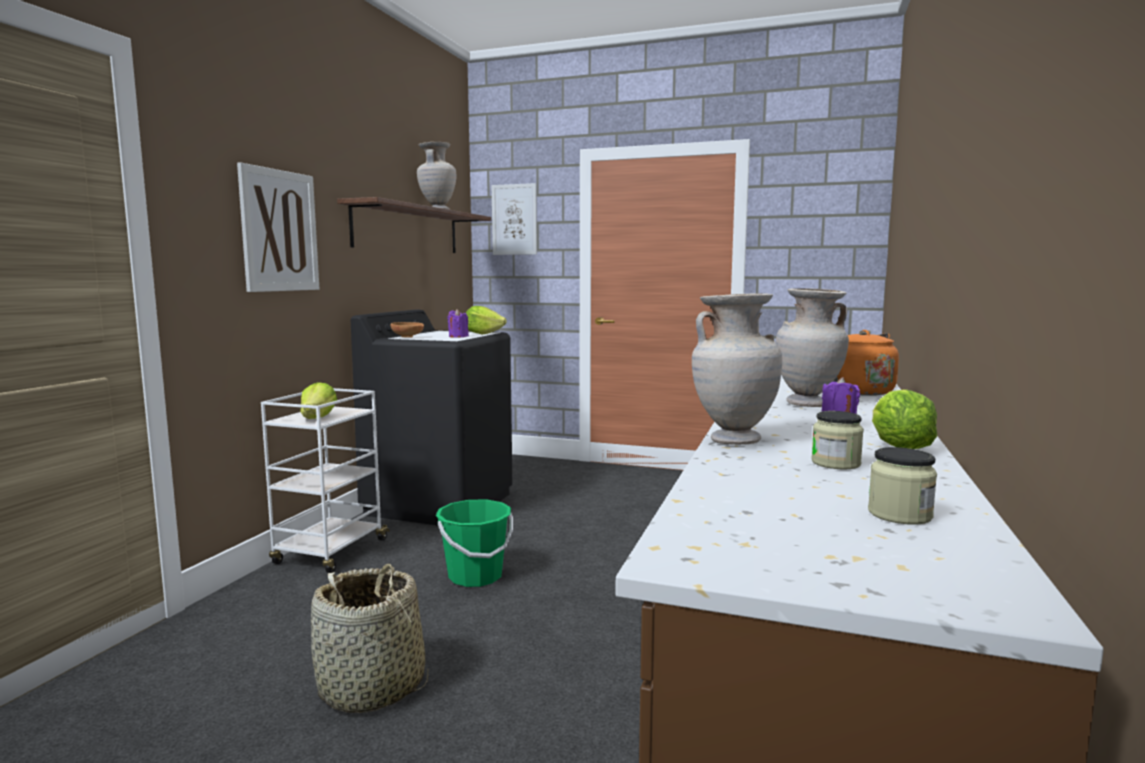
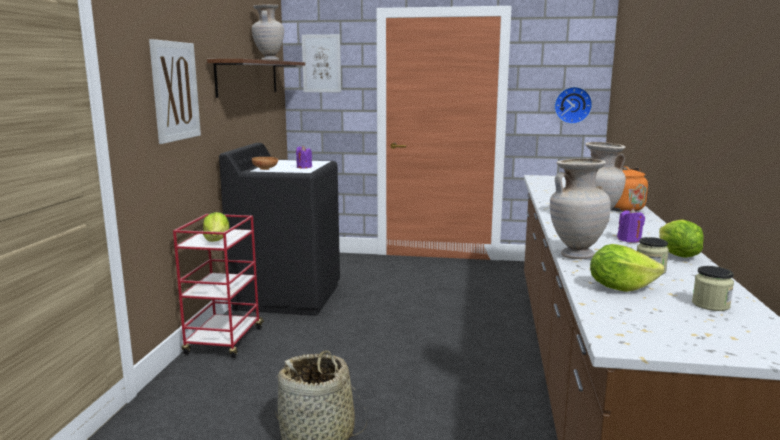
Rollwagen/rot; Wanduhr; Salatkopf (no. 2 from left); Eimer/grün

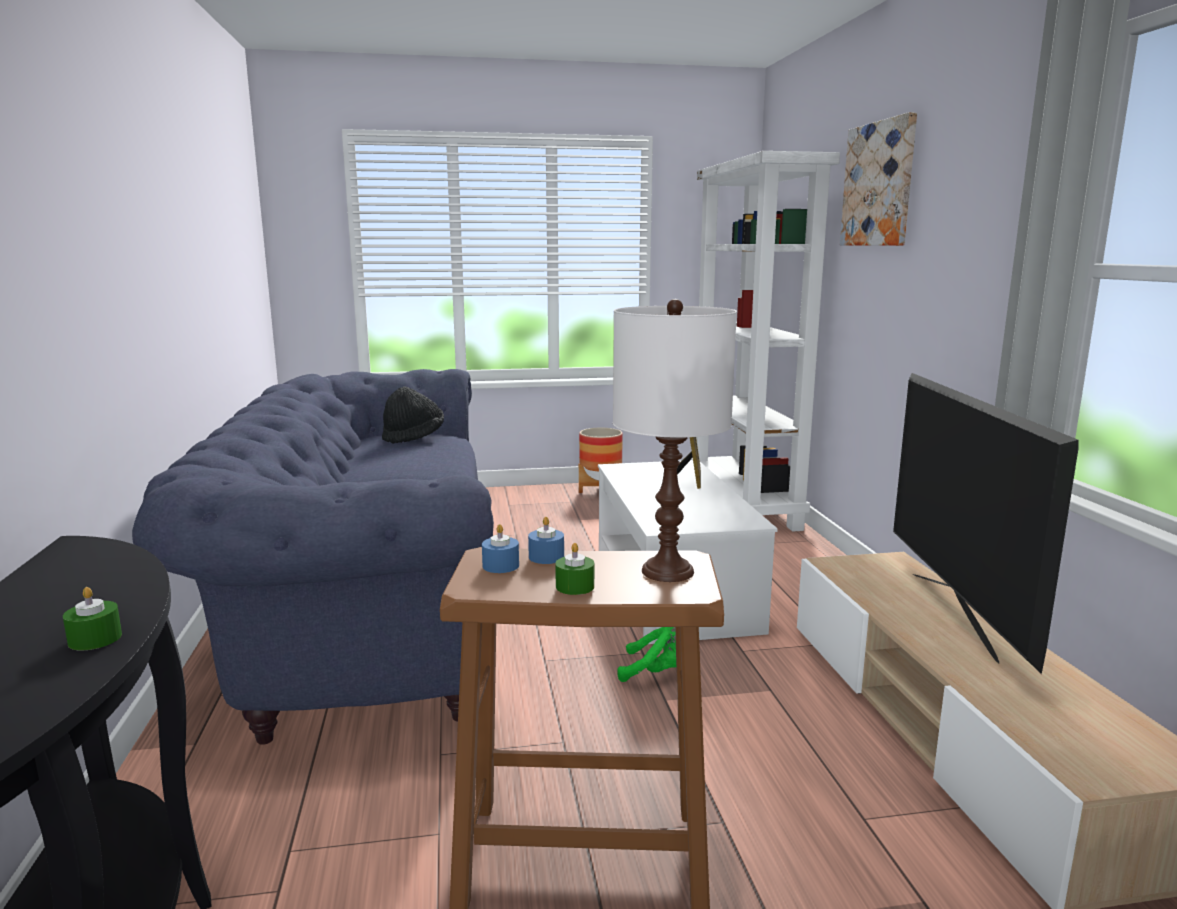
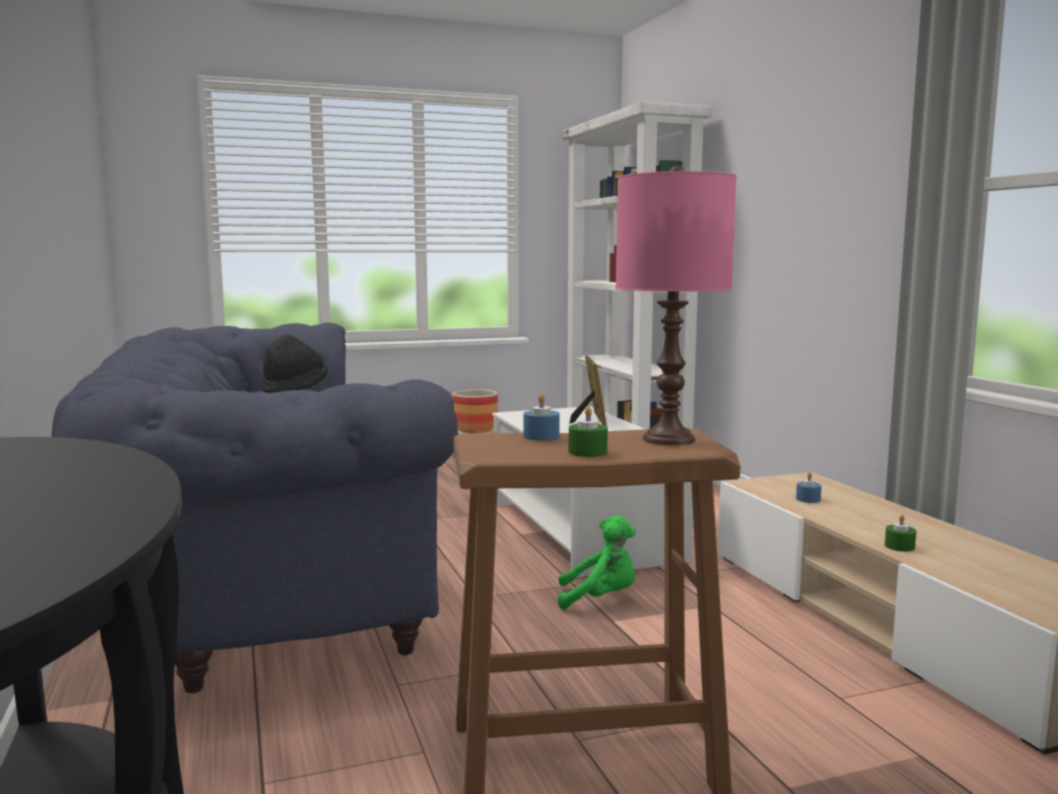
Tischlampe/rosa; Kerze/blau (no. 2 from left); Kerze/grün (no. 2 from left); Bild; Fernseher

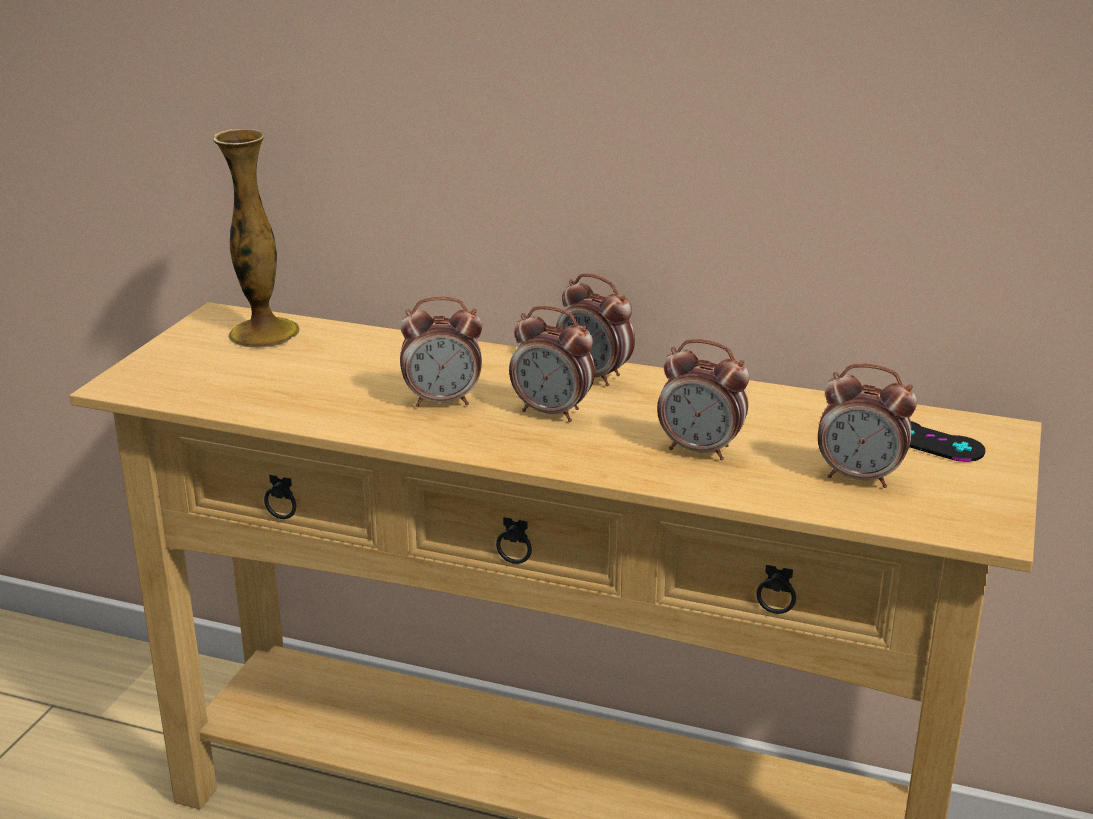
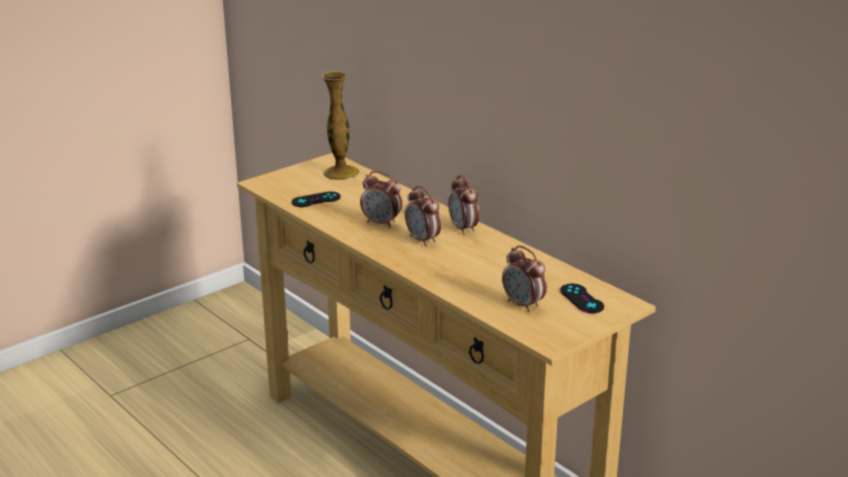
Gamepad/schwarz (no. 1 from left); Wecker (no. 4 from left in the first image)

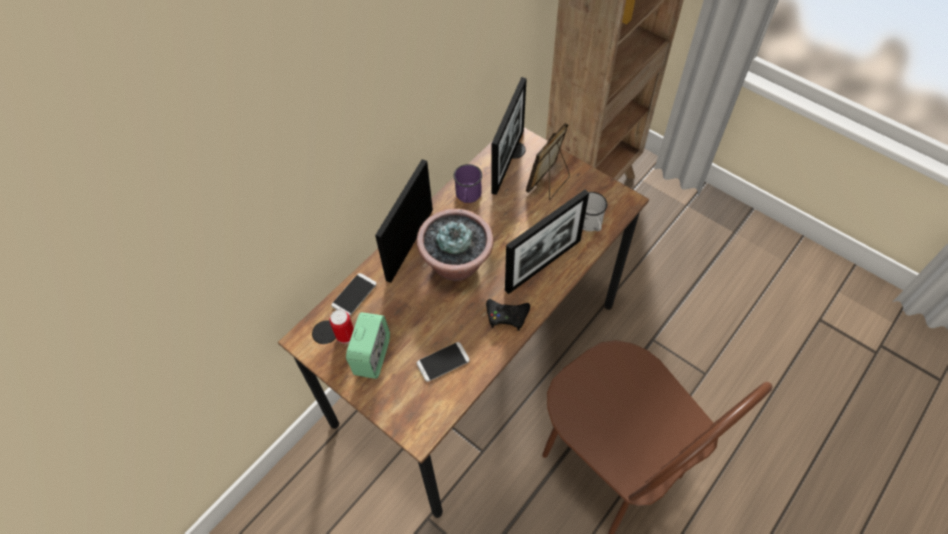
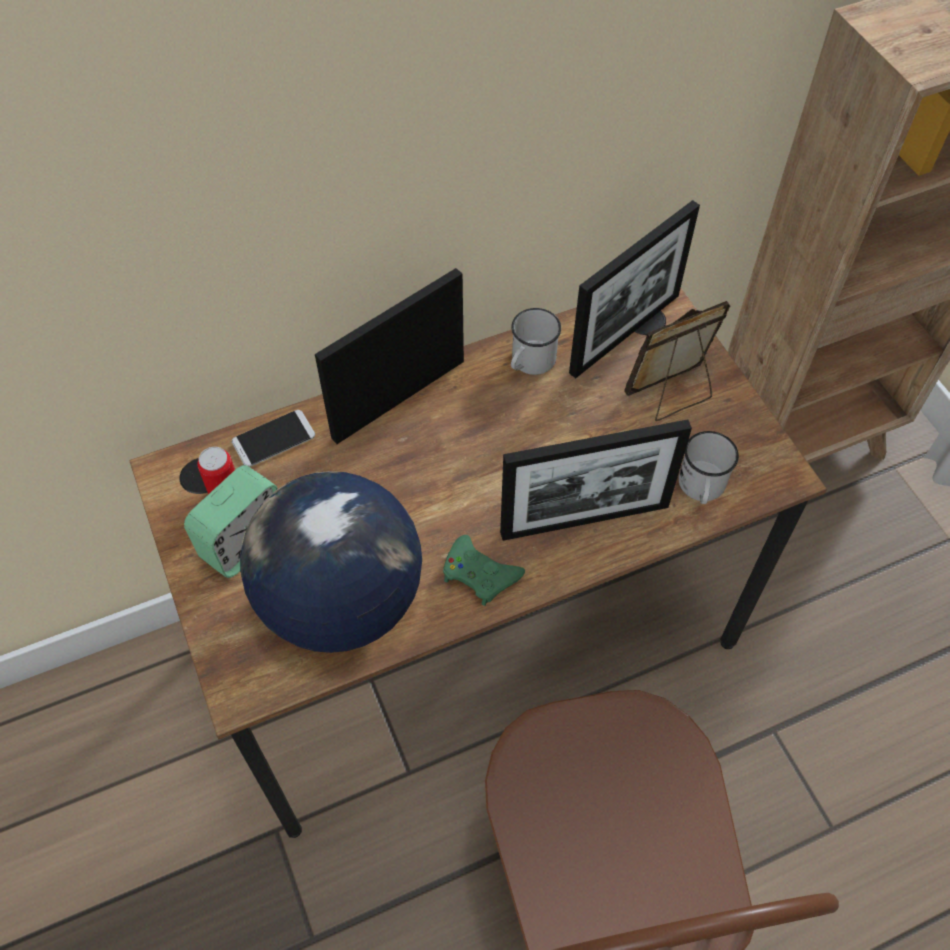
Globus; Gamepad/grün; Henkelbecher/weiß (no. 1 from left); Topfpflanze

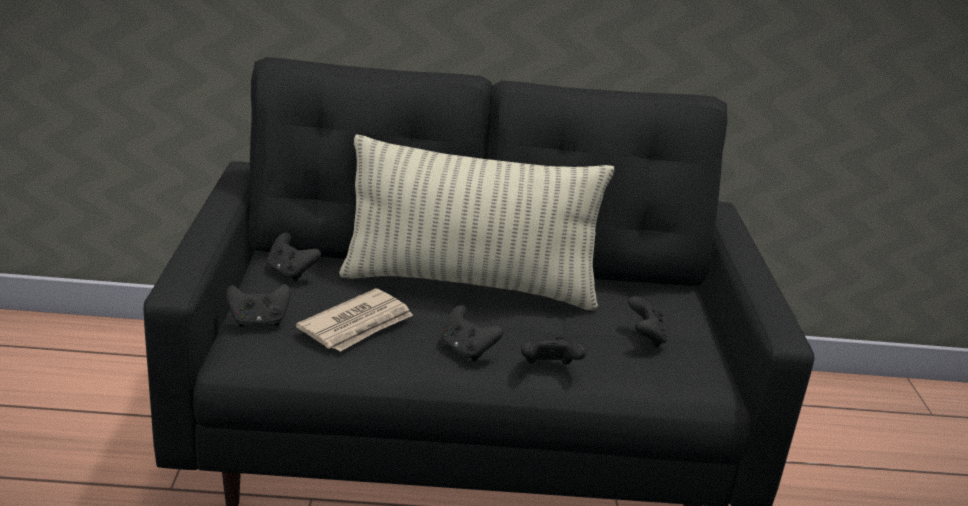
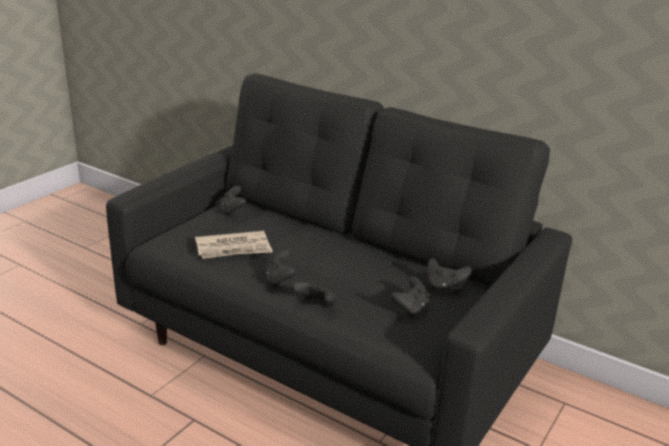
Gamepad/schwarz (no. 5 from left); Kissen

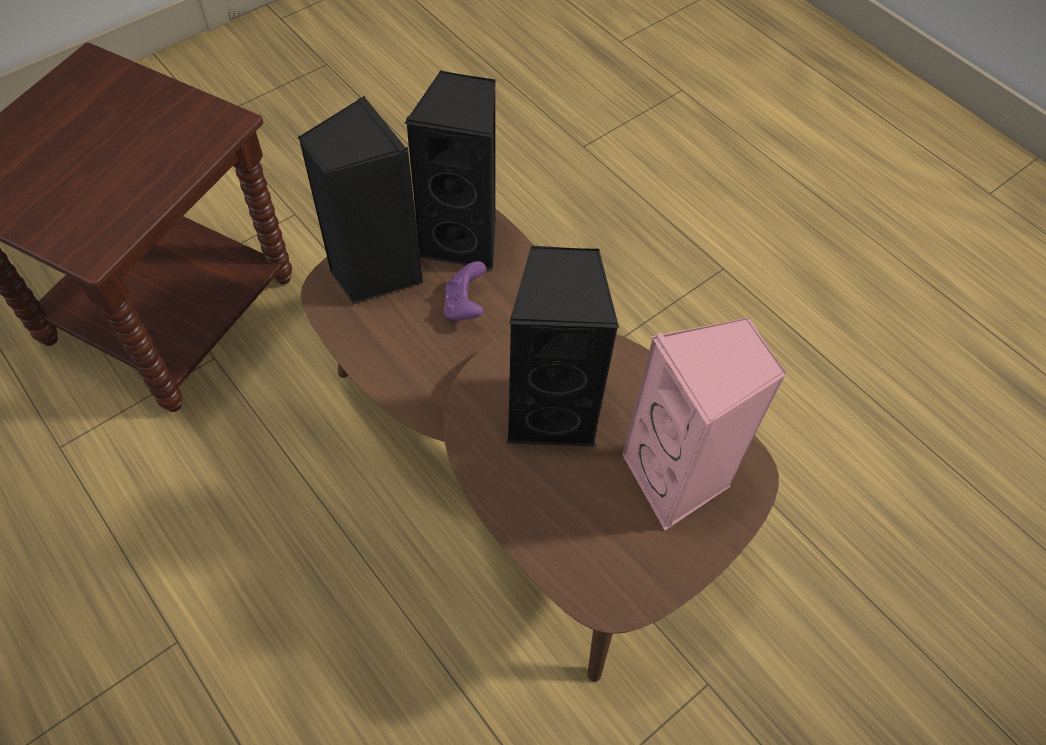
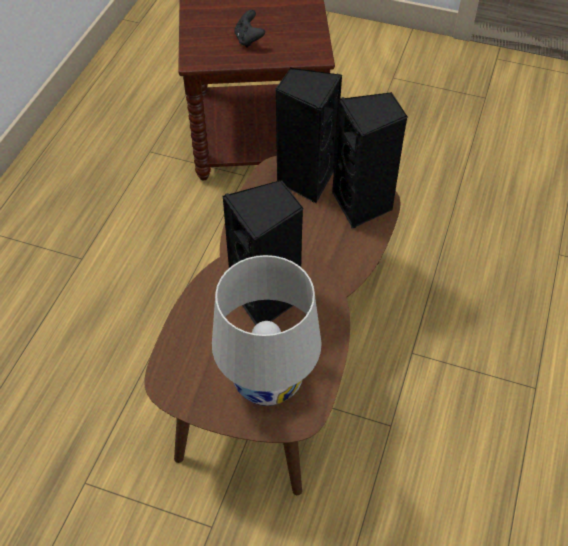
Tischlampe/weiß; Gamepad/schwarz; Gamepad/lila

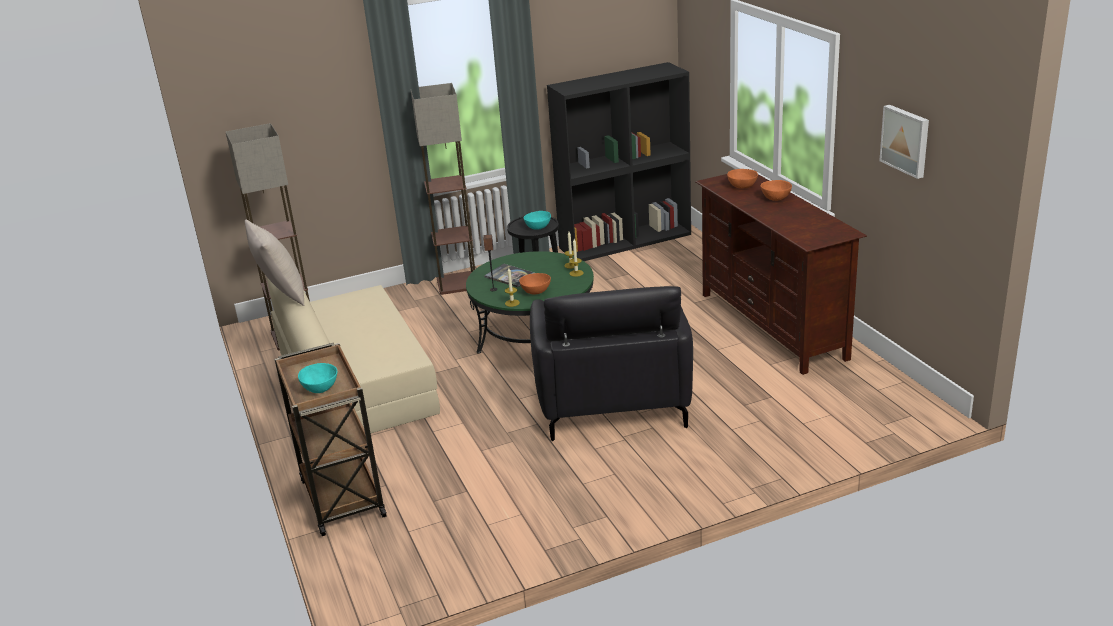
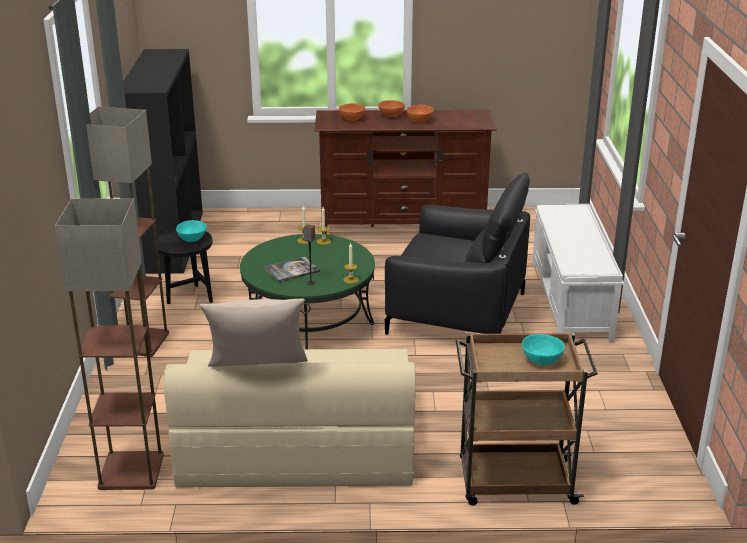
Schüssel/orange (no. 3 from left); Bank/weiß; Bild

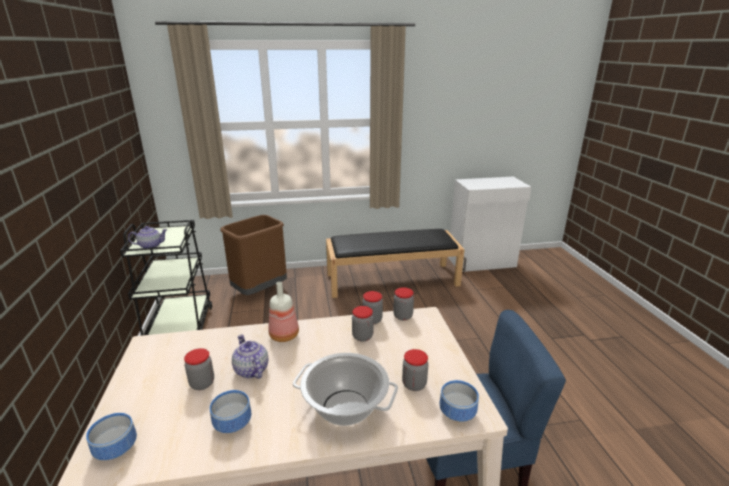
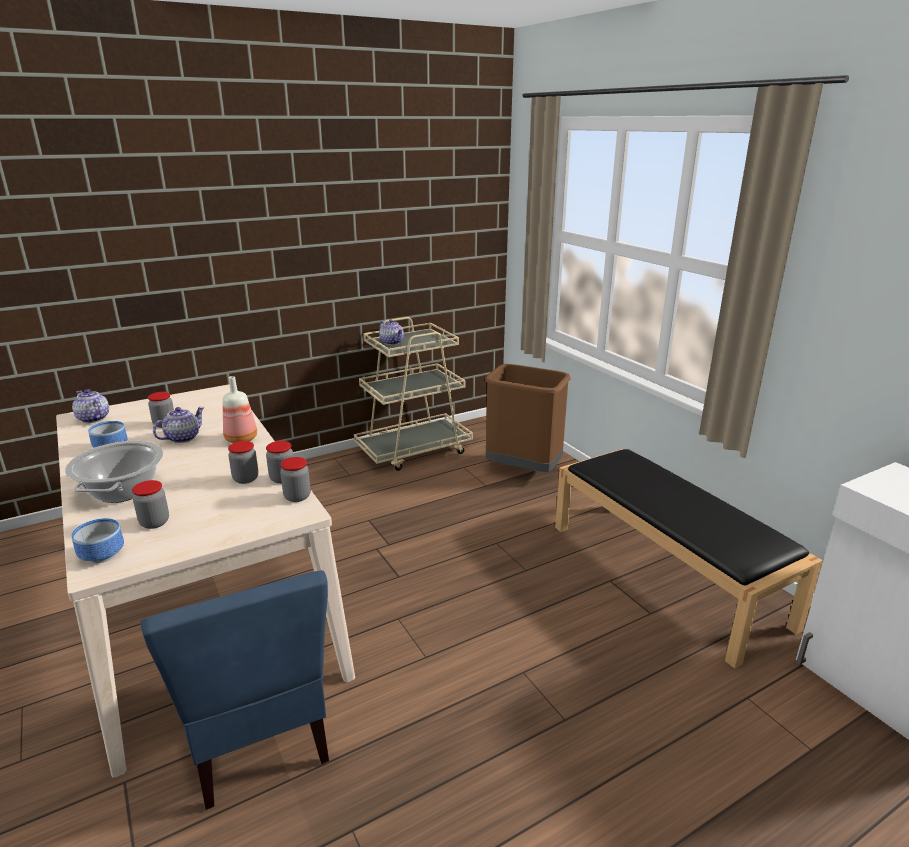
Teekanne (no. 1 from left); Rollwagen/beige

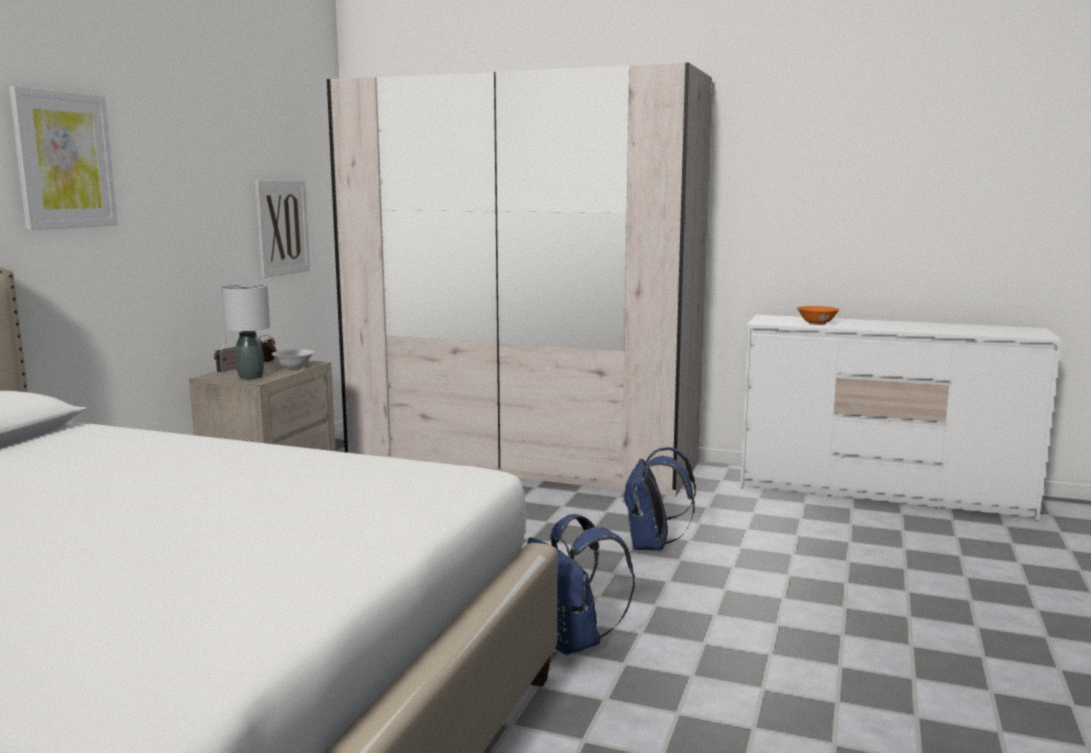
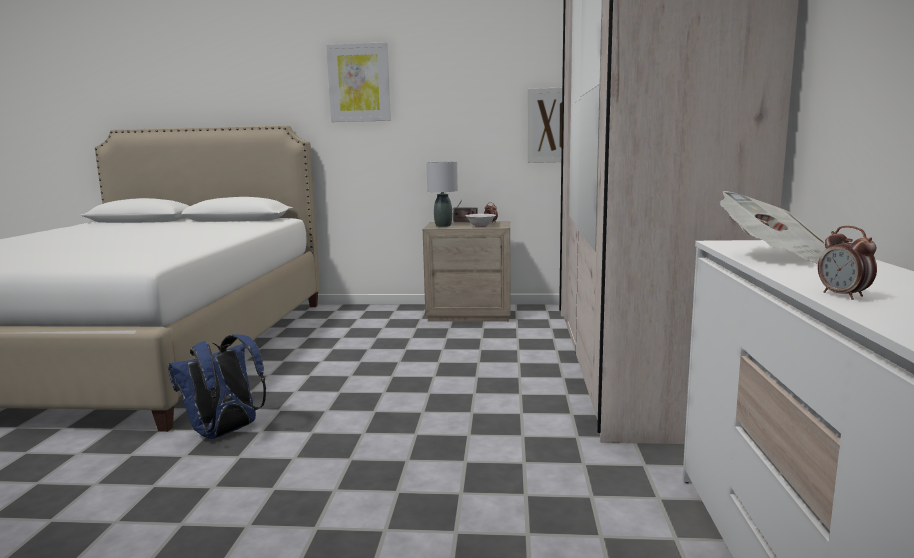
Zeitung; Wecker (no. 2 from left); Rucksack/blau (no. 2 from left in the first image)

